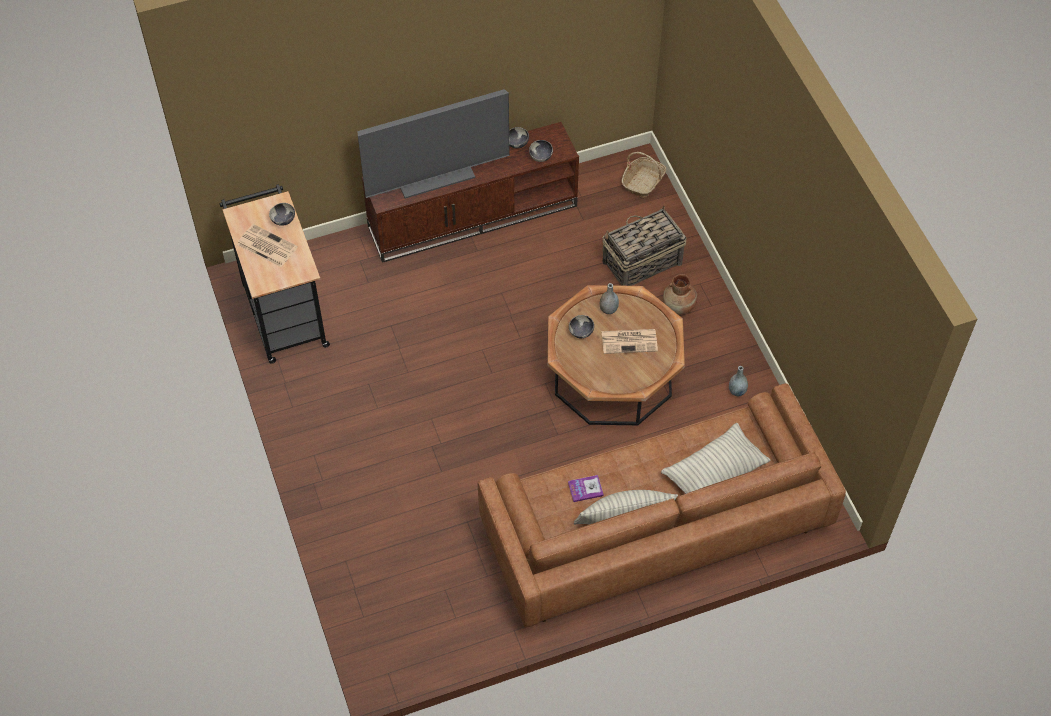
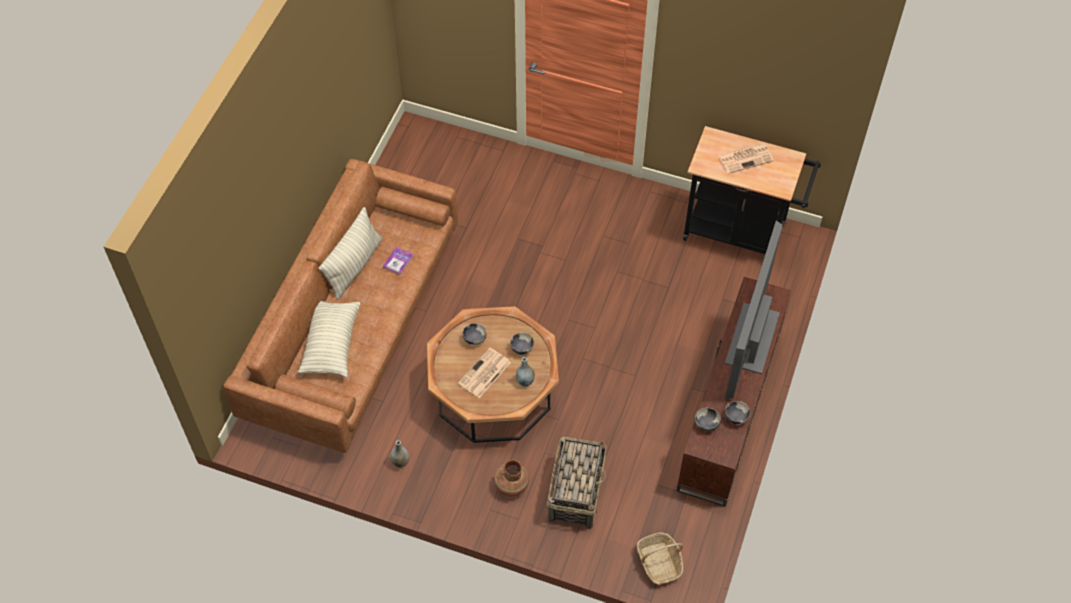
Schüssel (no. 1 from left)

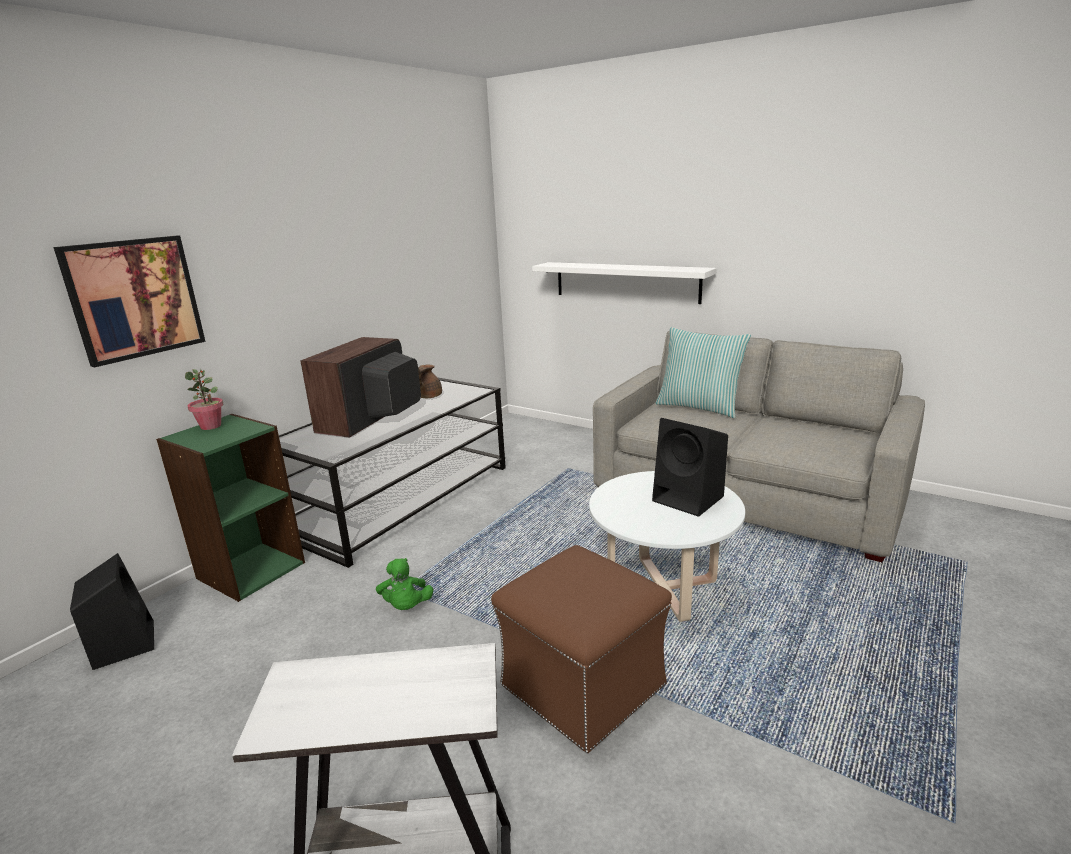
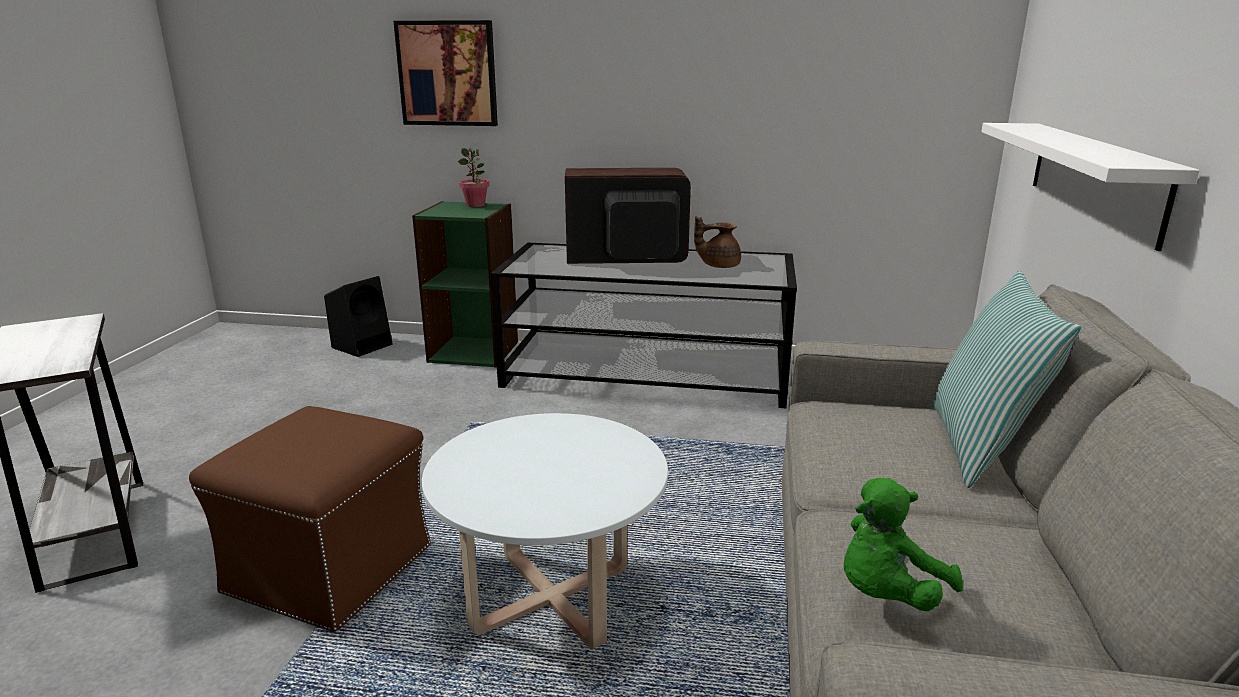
Plüschtier/grün; Lautsprecher/schwarz (no. 2 from left in the first image)

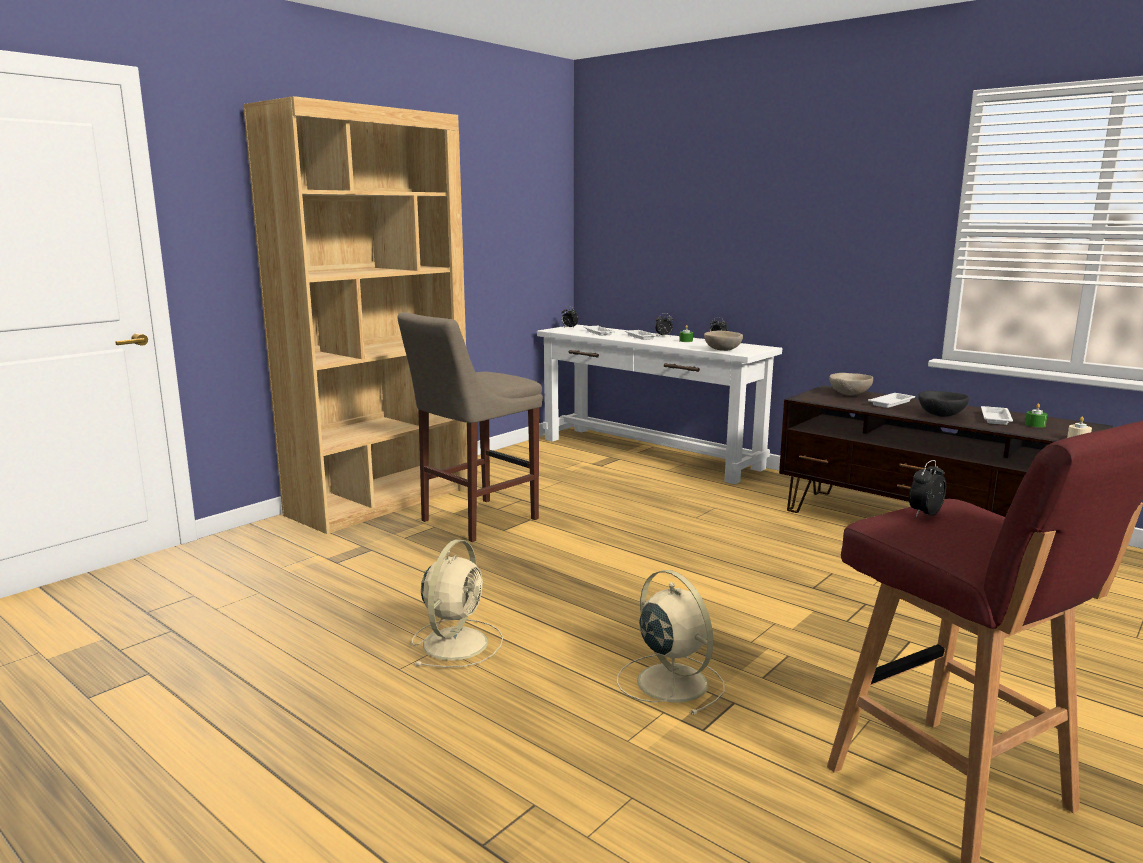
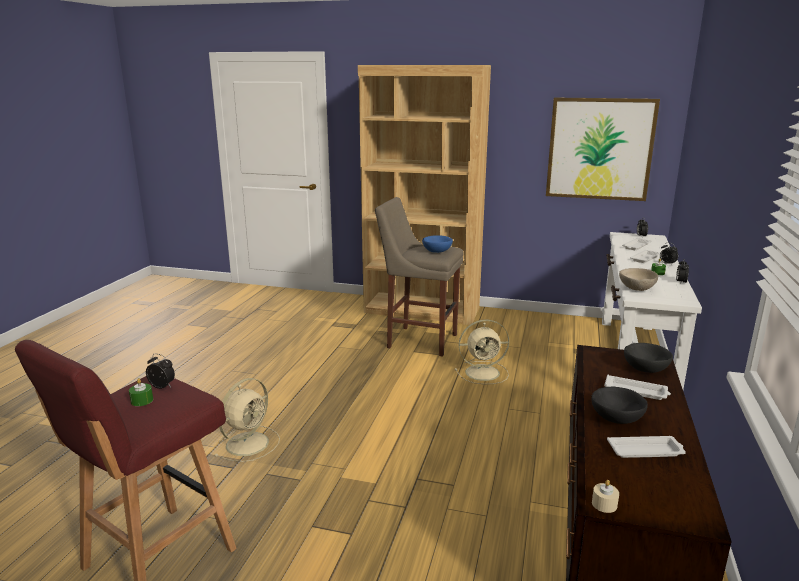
Kerze/grün (no. 1 from left); Schüssel/blau; Ventilator/beige (no. 2 from left); Bild; Schüssel/schwarz (no. 2 from left)

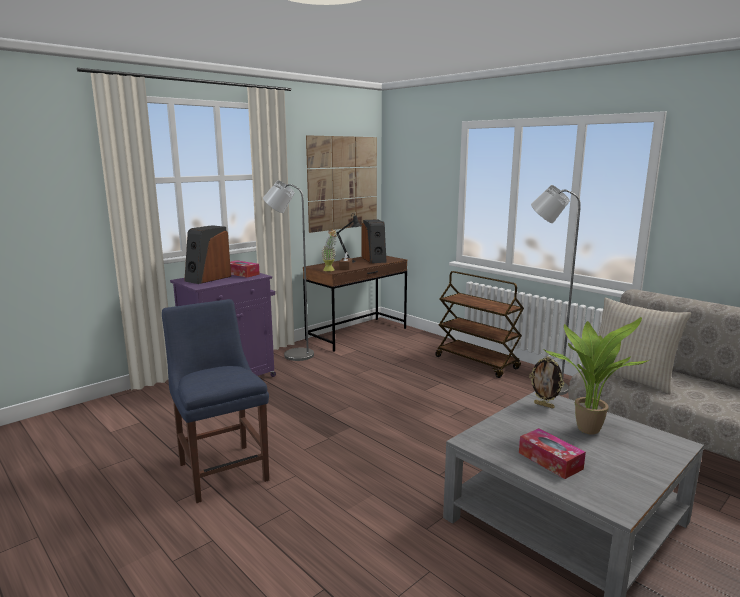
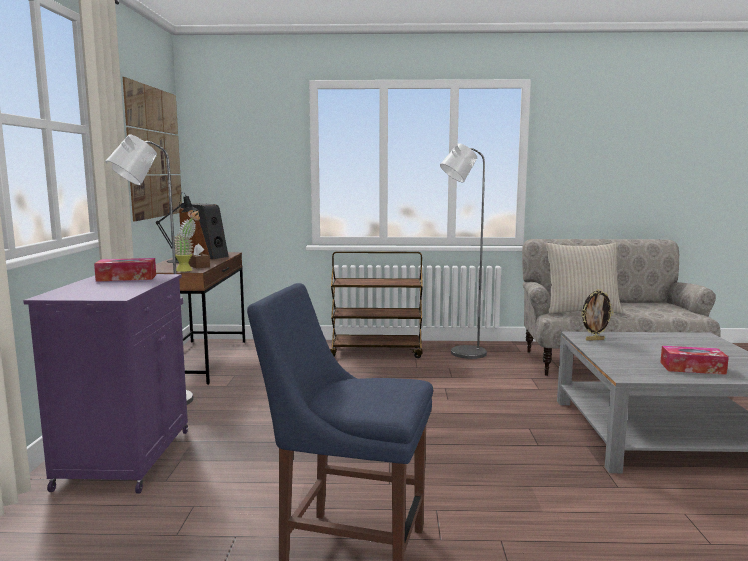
Lautsprecher (no. 1 from left in the first image); Topfpflanze (no. 2 from left in the first image)

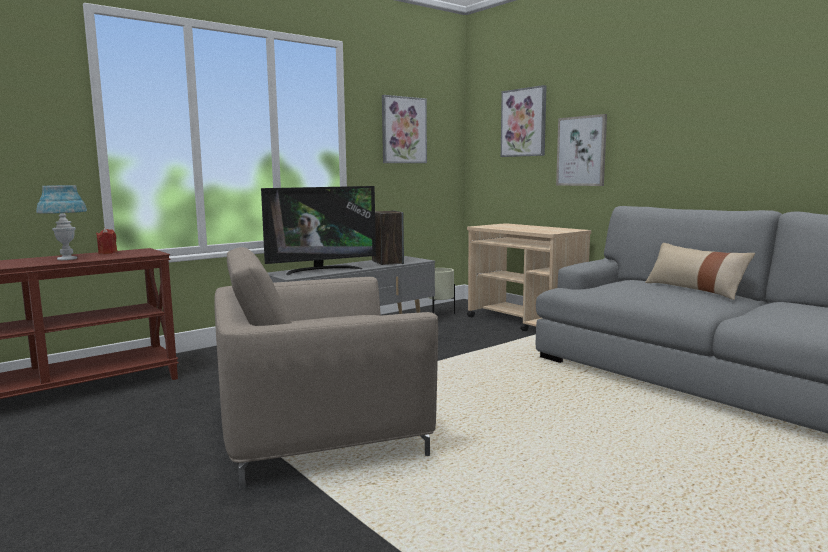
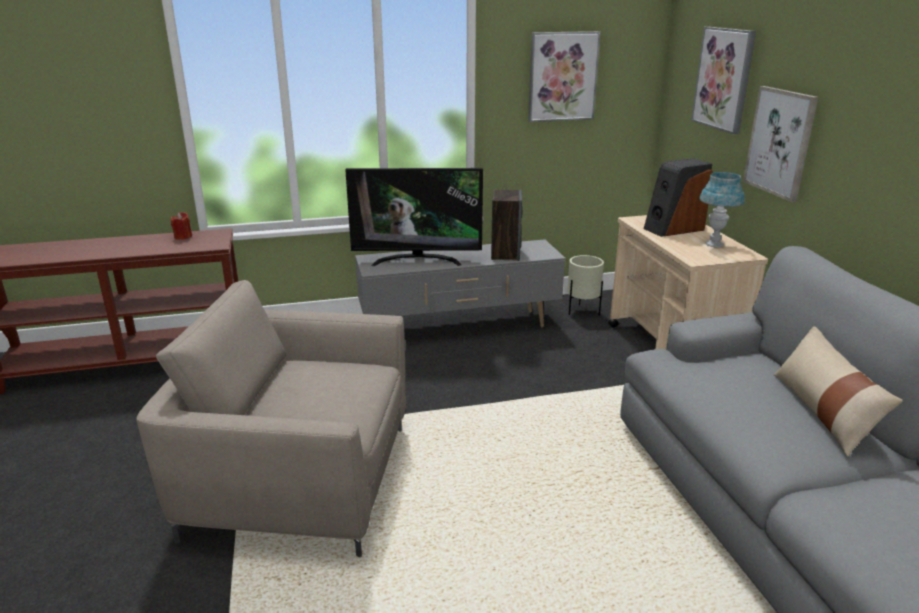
Lautsprecher (no. 2 from left); Tischlampe/blau

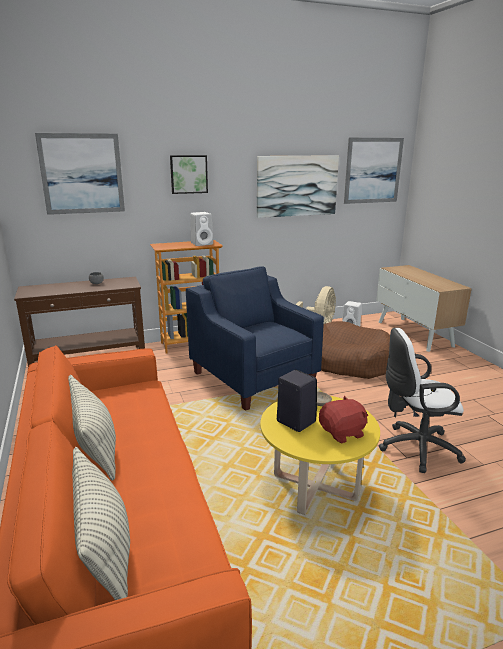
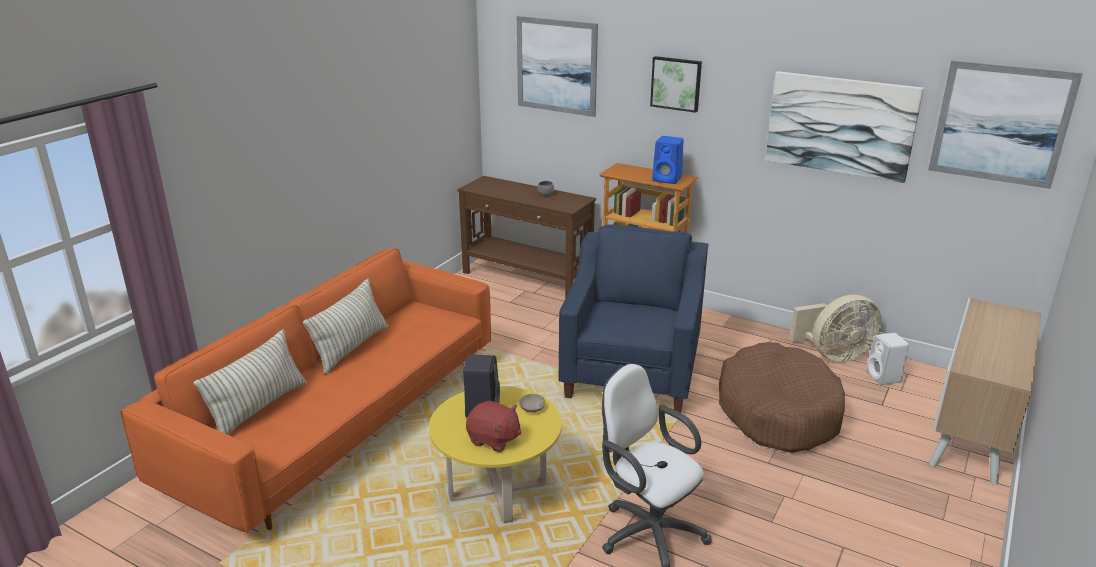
Lautsprecher/blau

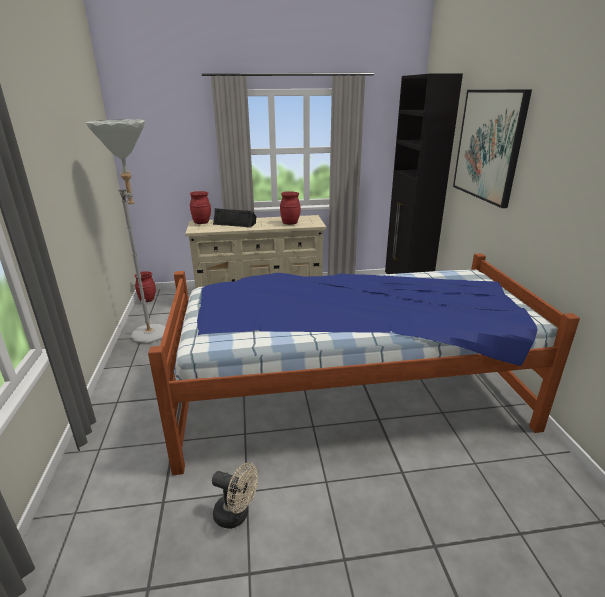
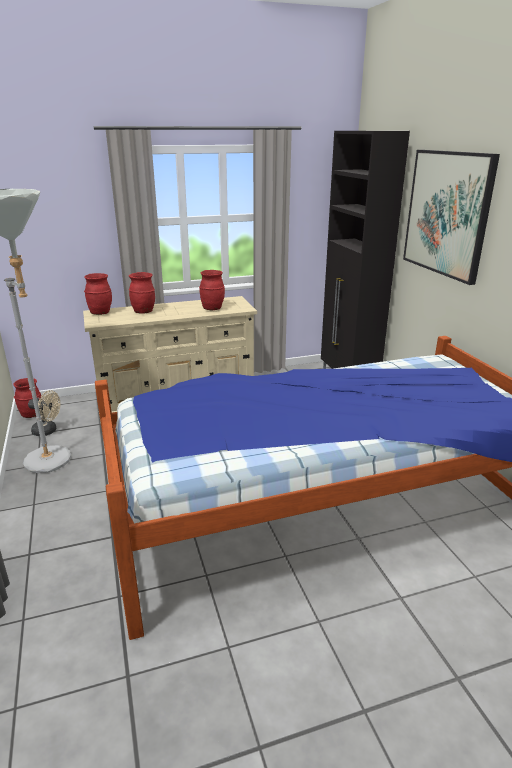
Ventilator/beige; Vase/rot (no. 3 from left)

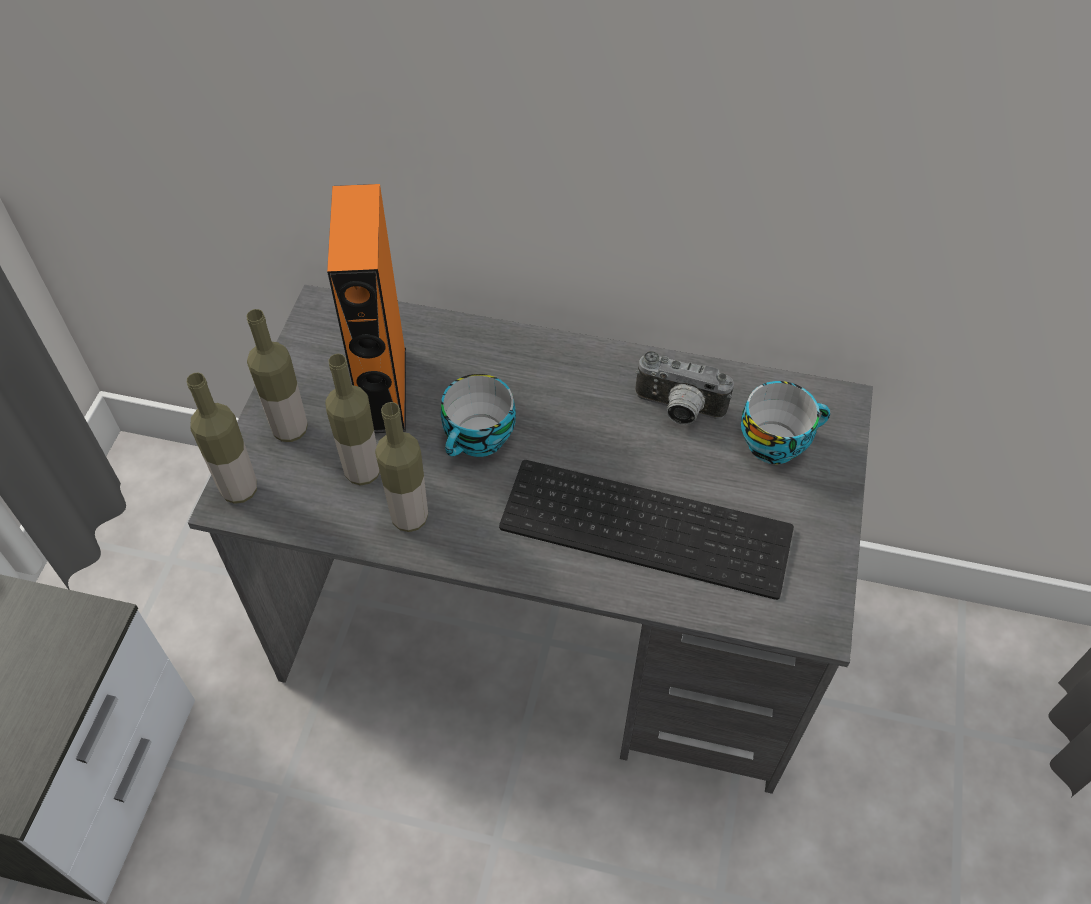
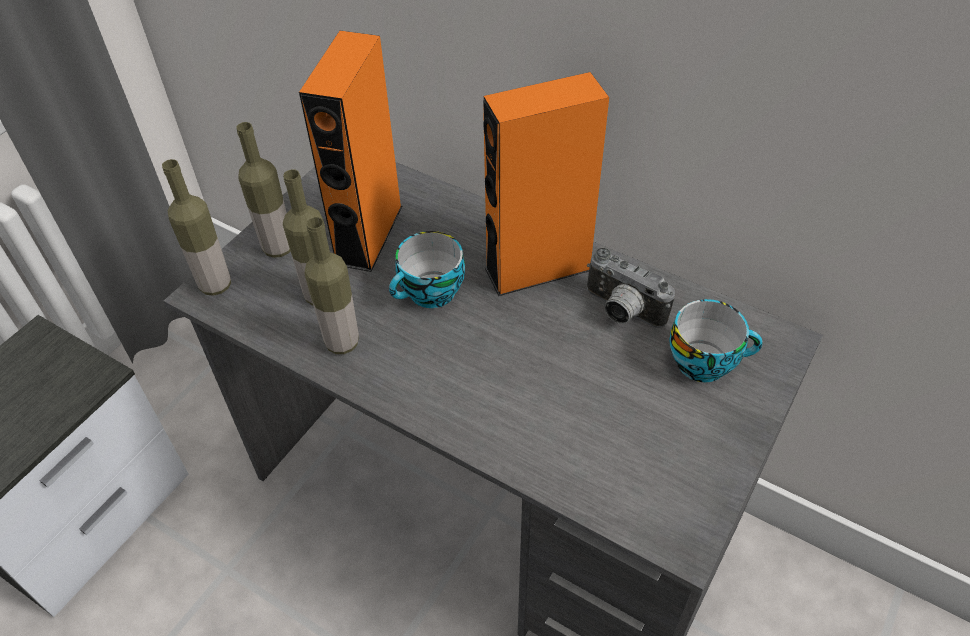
Lautsprecher/orange (no. 2 from left); Tastatur

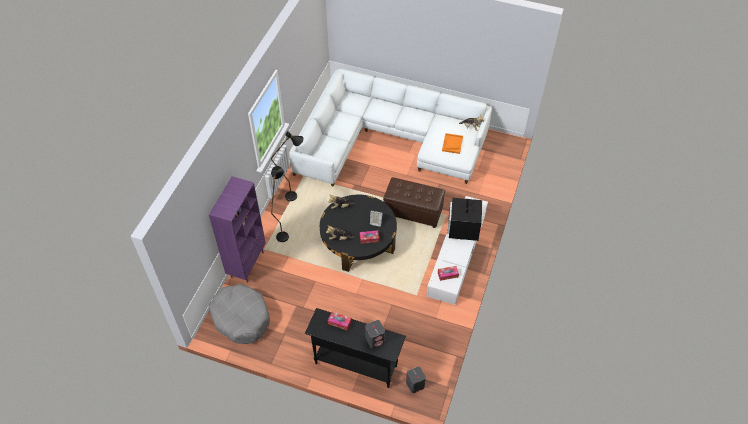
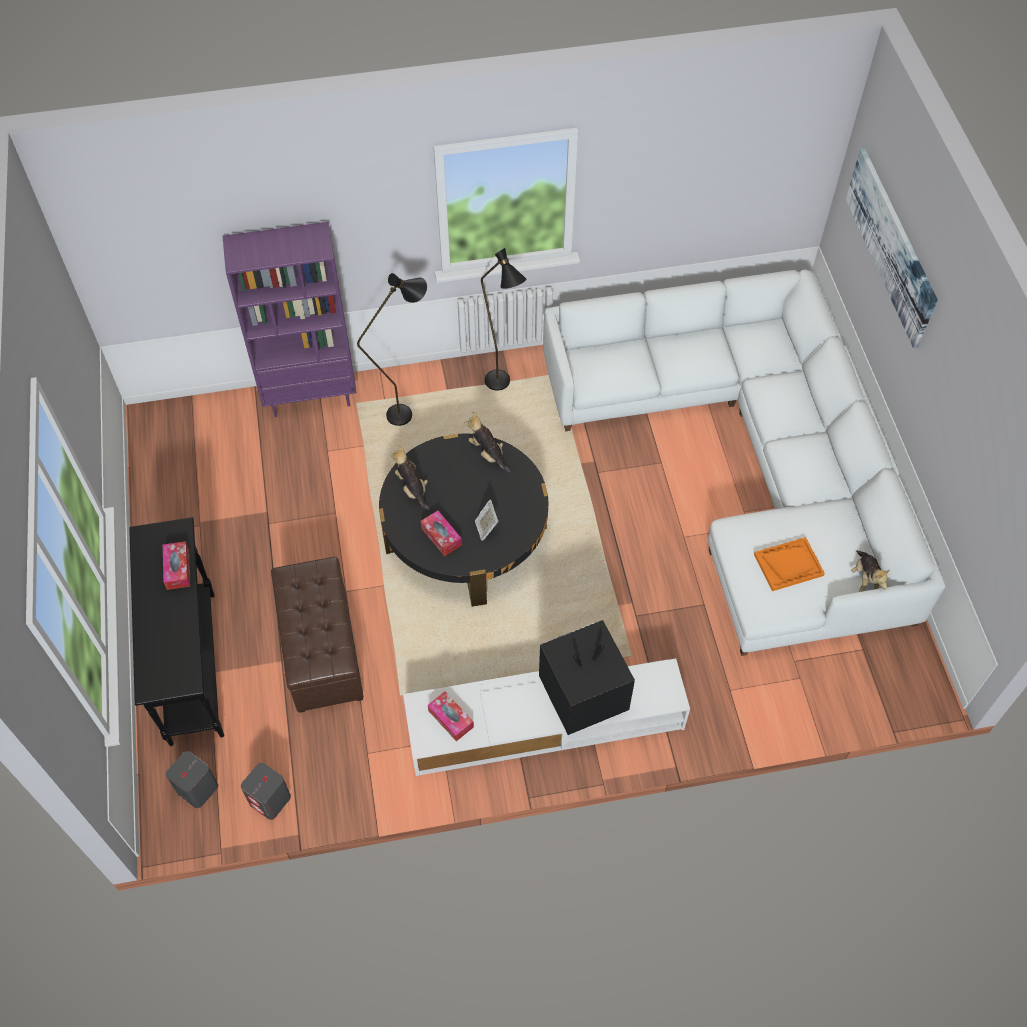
Lautsprecher/grau (no. 2 from left); Polsterhocker/braun; Bild; Hundebett/grau

